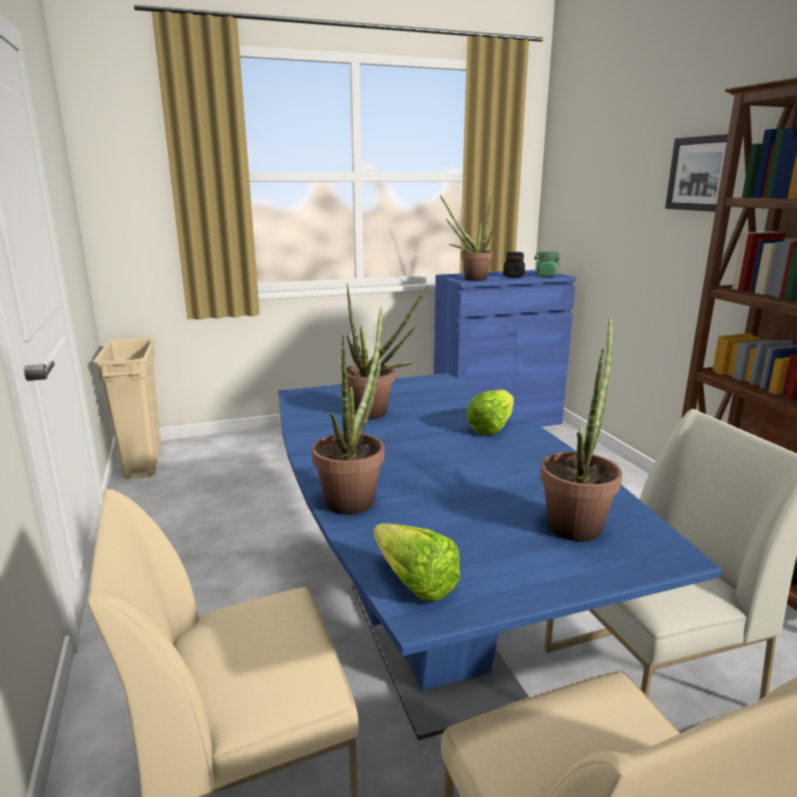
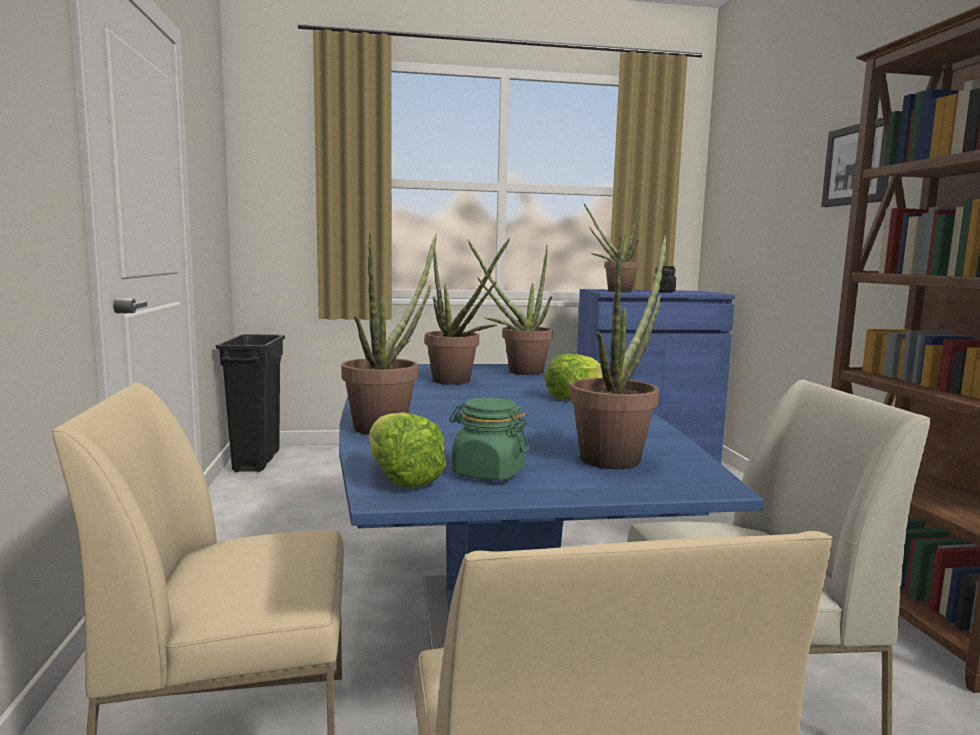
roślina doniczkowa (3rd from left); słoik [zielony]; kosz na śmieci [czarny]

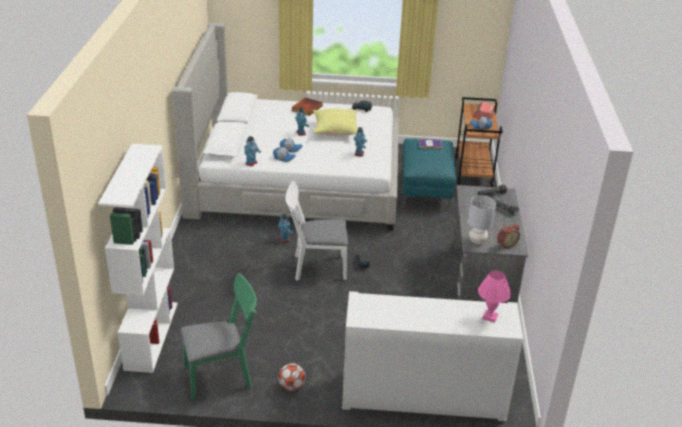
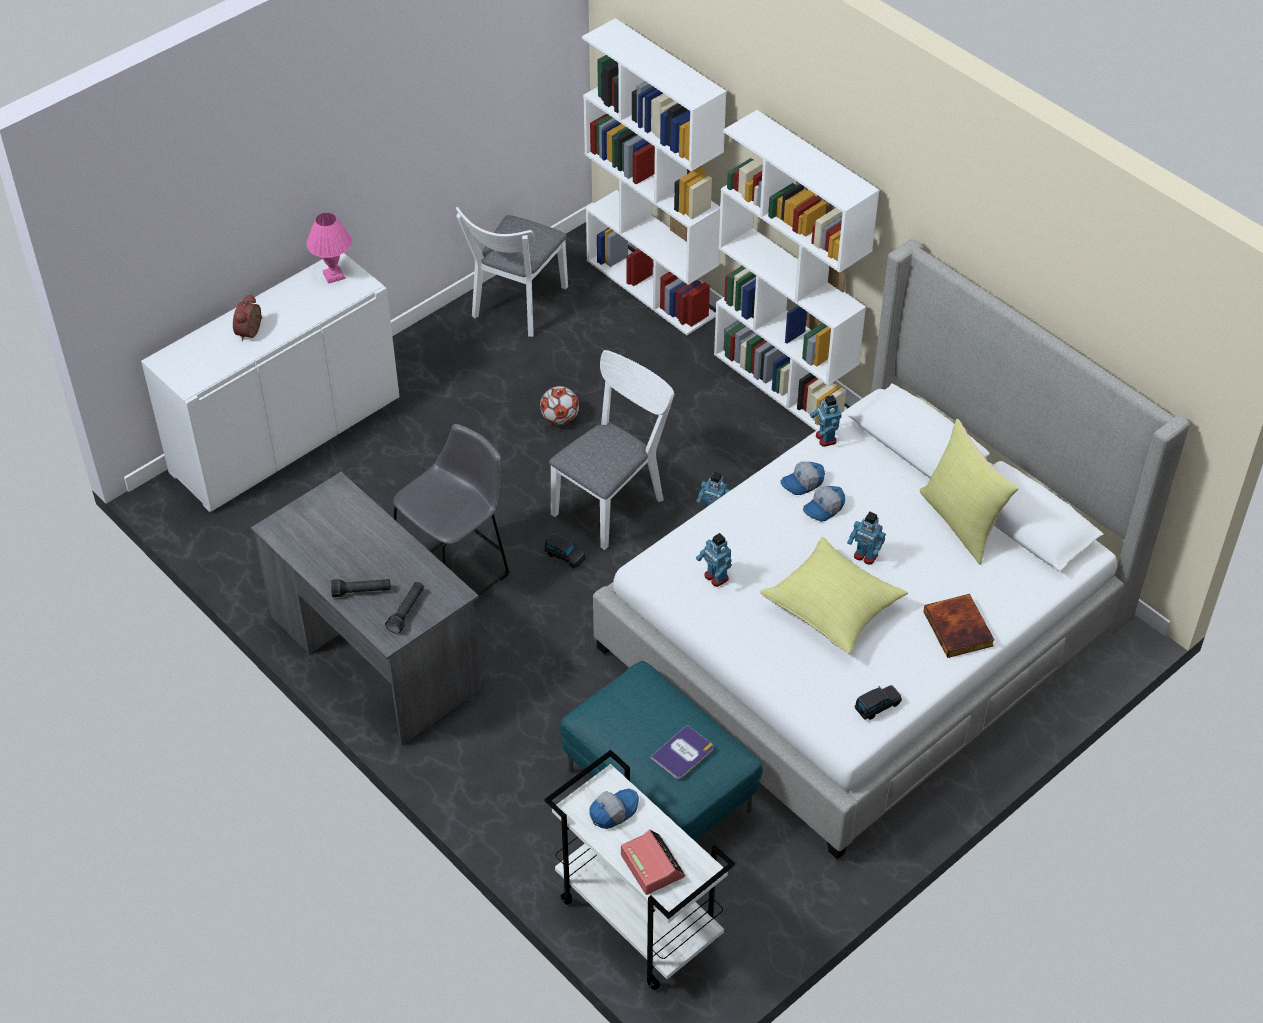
lampa stołowa [szary]; stołek [szary]; regał [biały] (2nd from left); poduszka [żółty] (2nd from left); piłka futbolowa; lampa stołowa [różowy]; budzik (1st from left); krzesło [biały] (1st from left); wózek [biały]

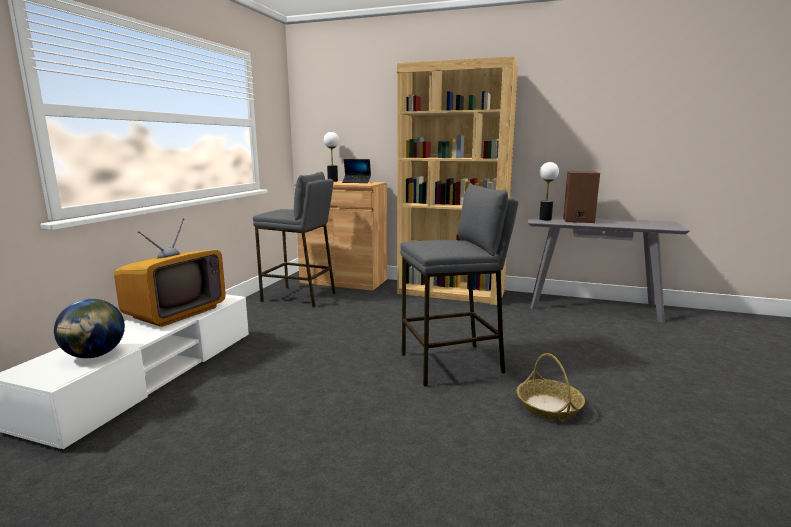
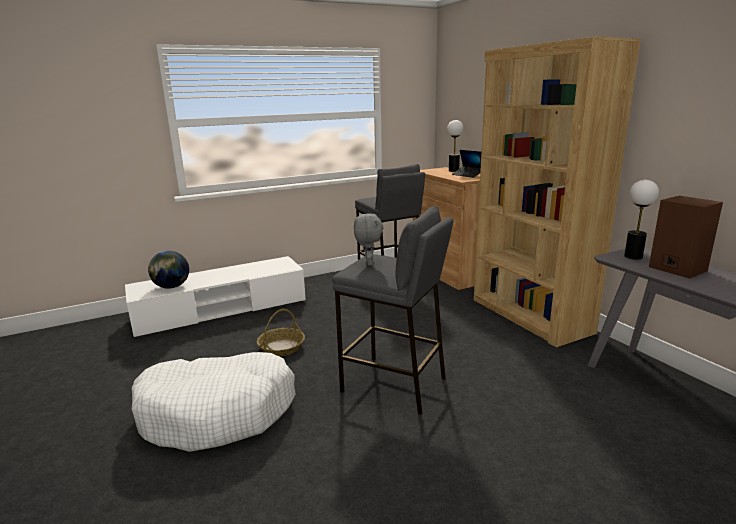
telewizor; legowisko [biały]; pluszak [szary]; koszyk

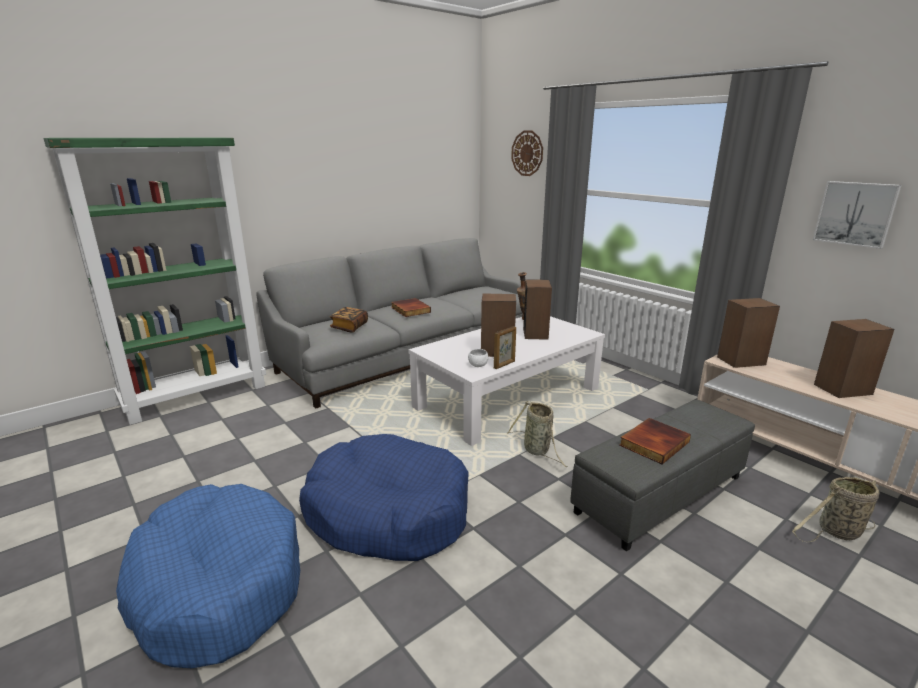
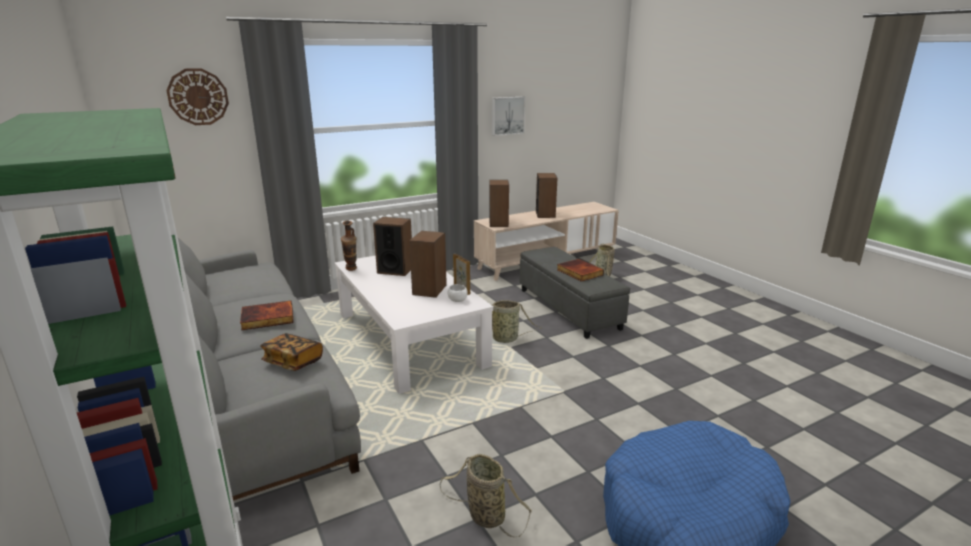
legowisko [niebieski] (2nd from left in the first image); koszyk (1st from left)

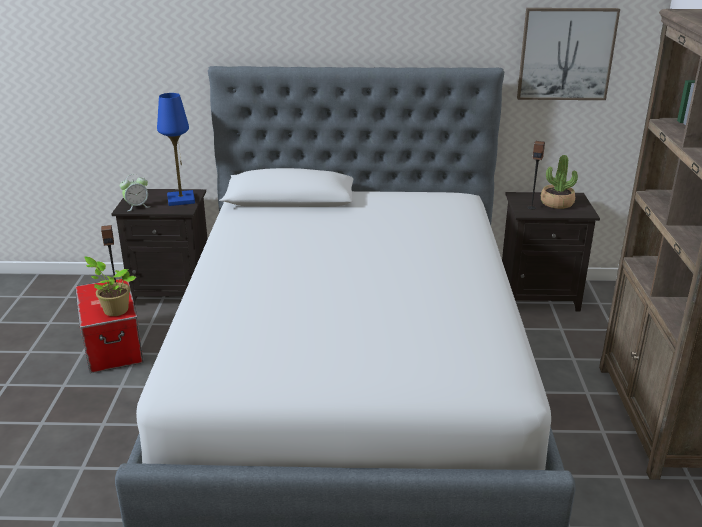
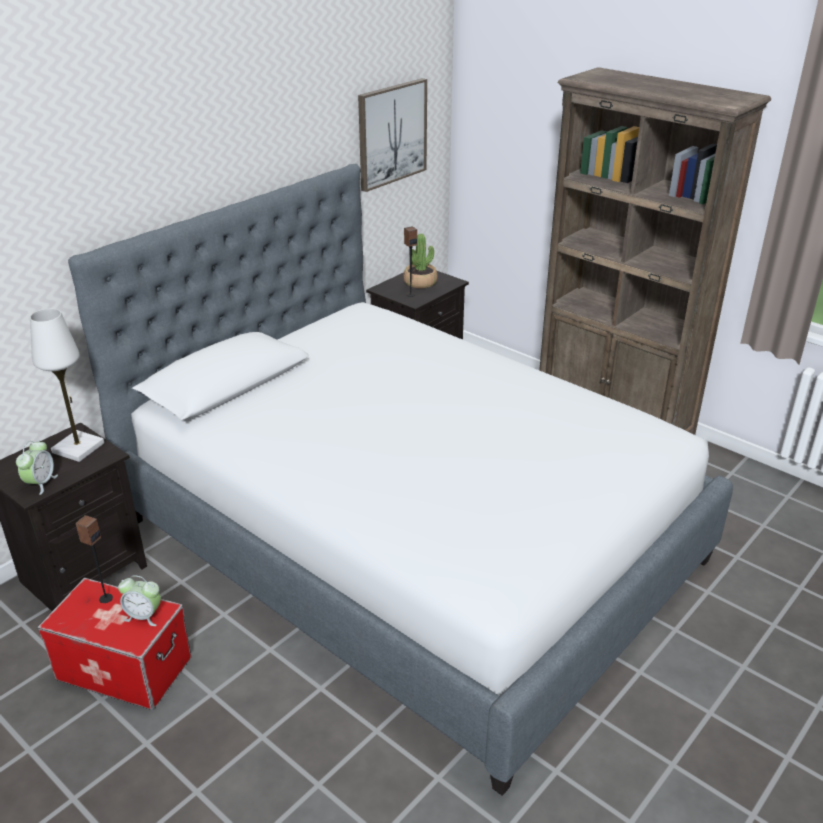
budzik (2nd from left); lampa stołowa [biały]

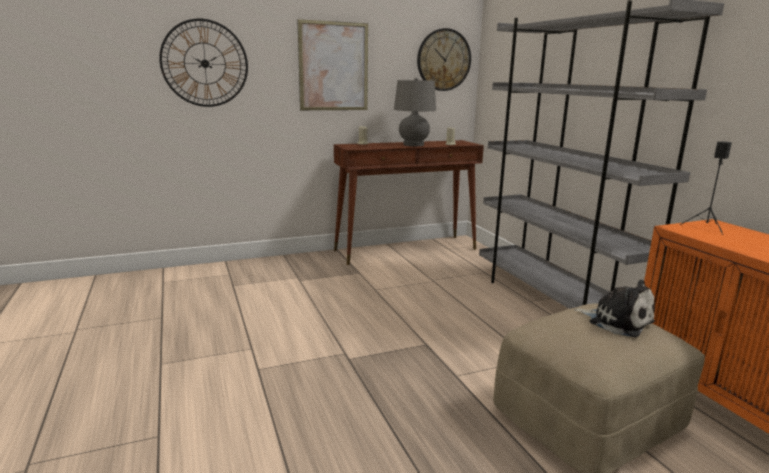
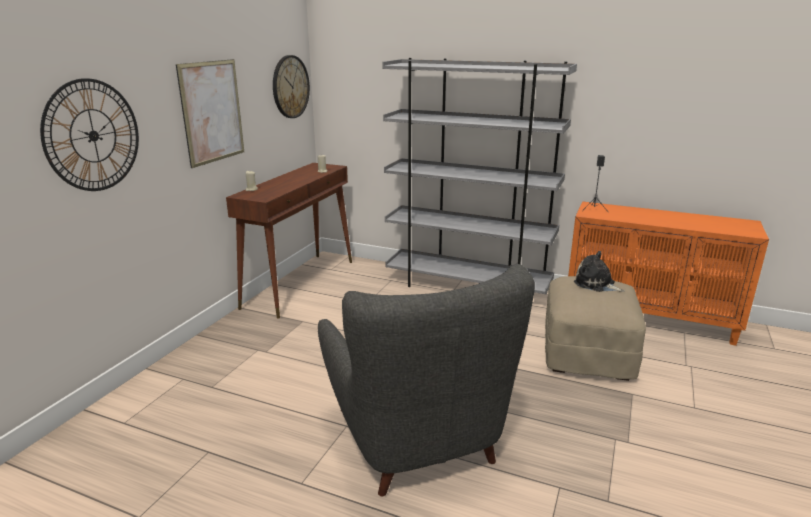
lampa stołowa [szary]; fotel [szary]; pluszak

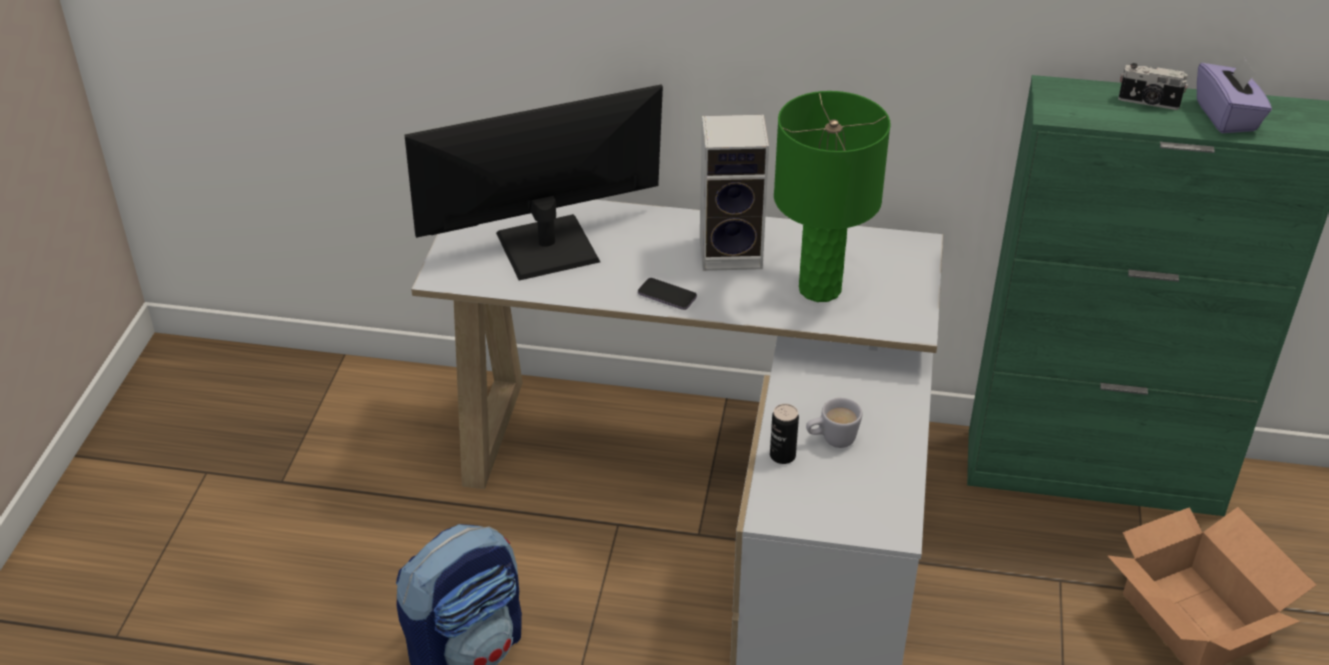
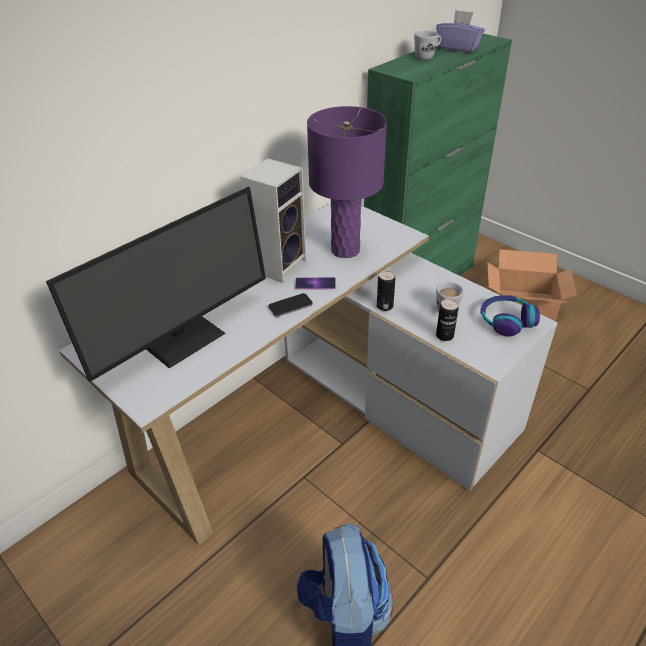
telefon (2nd from left); puszka (1st from left); słuchawki; kubek [biały] (1st from left); lampa stołowa [fioletowy]; monitor

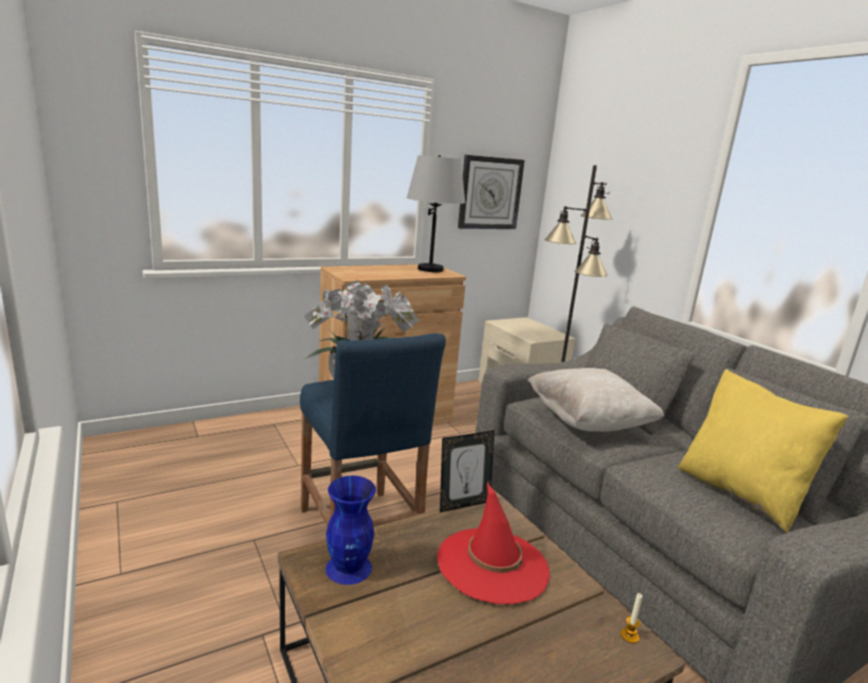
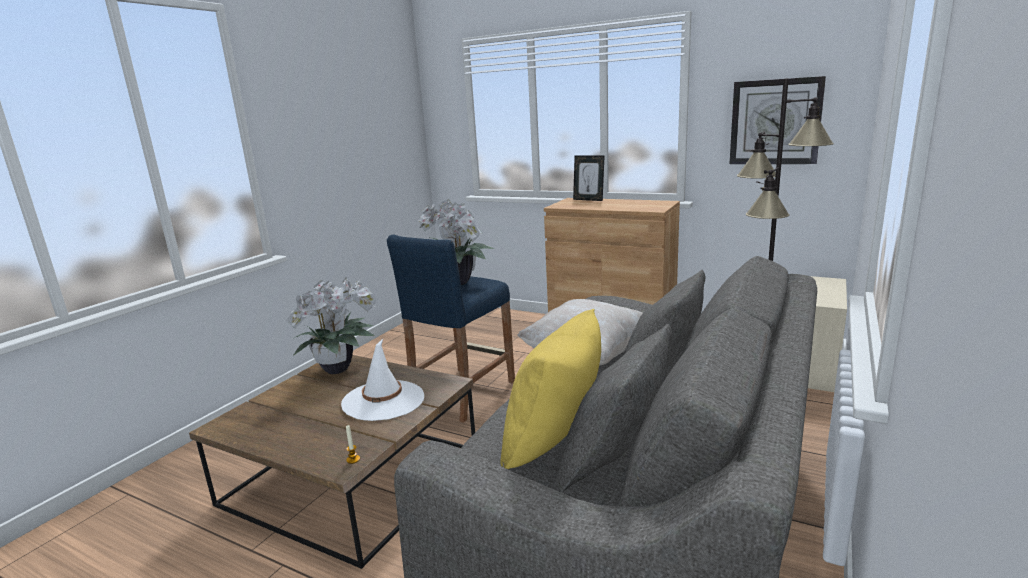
lampa stołowa [szary]; ramka na zdjęcie; roślina doniczkowa (1st from left); kapelusz [biały]

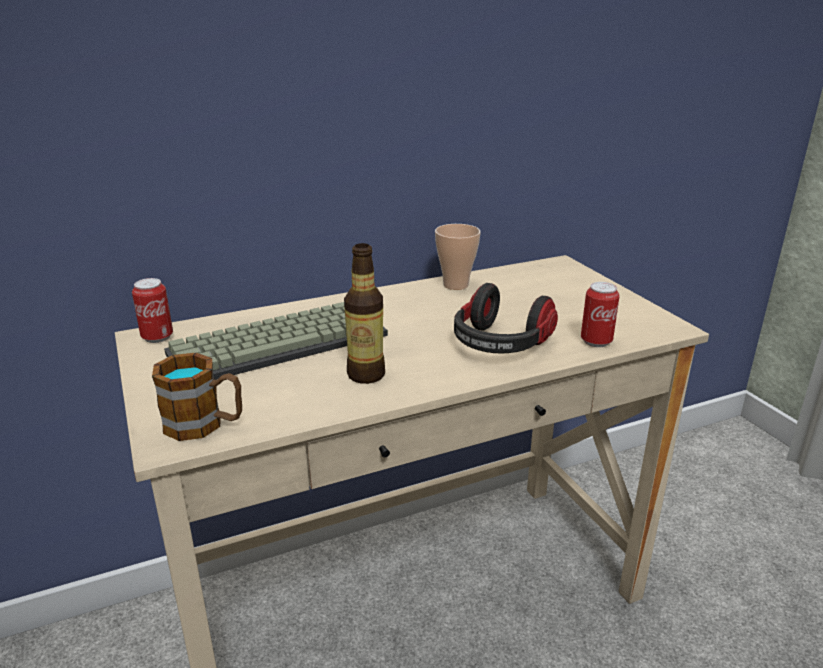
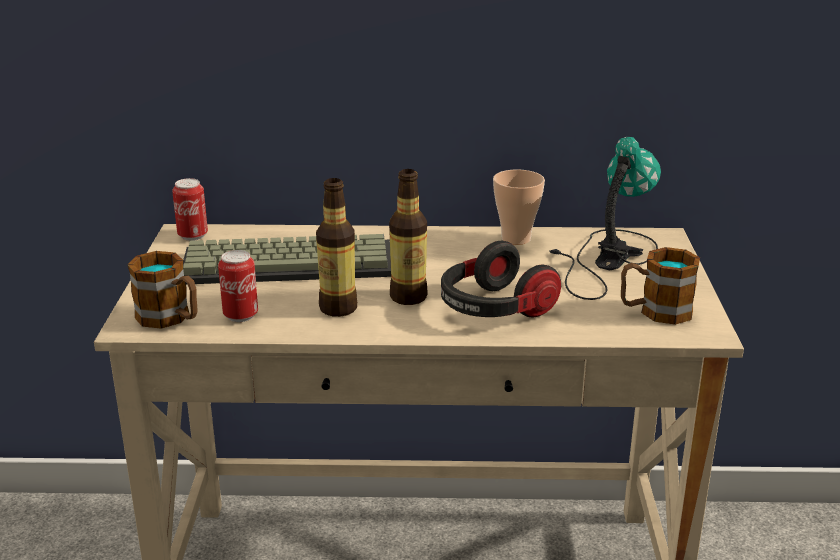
butelka (2nd from left); lampa stołowa; kubek (2nd from left); puszka (2nd from left)

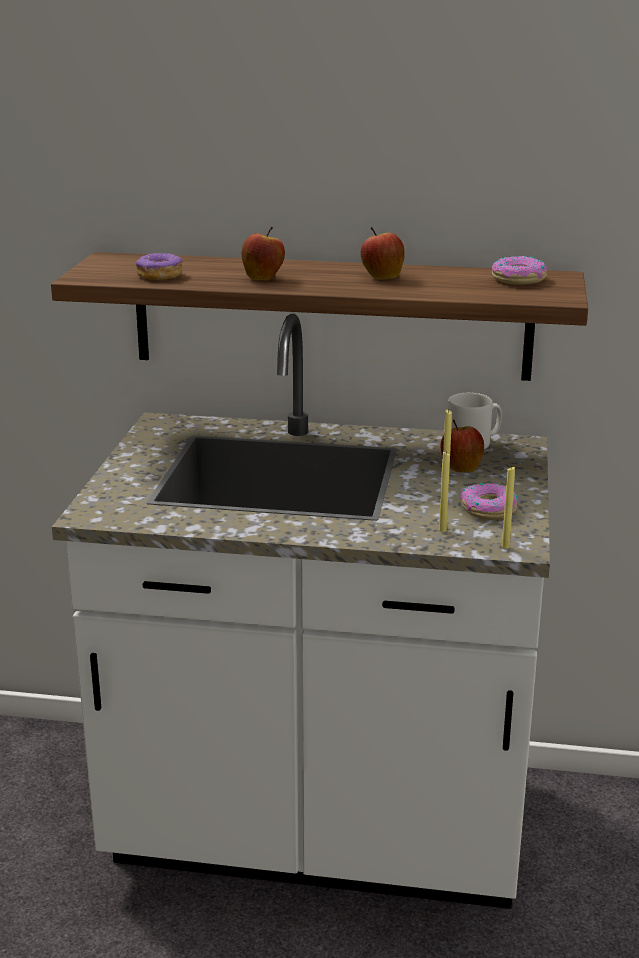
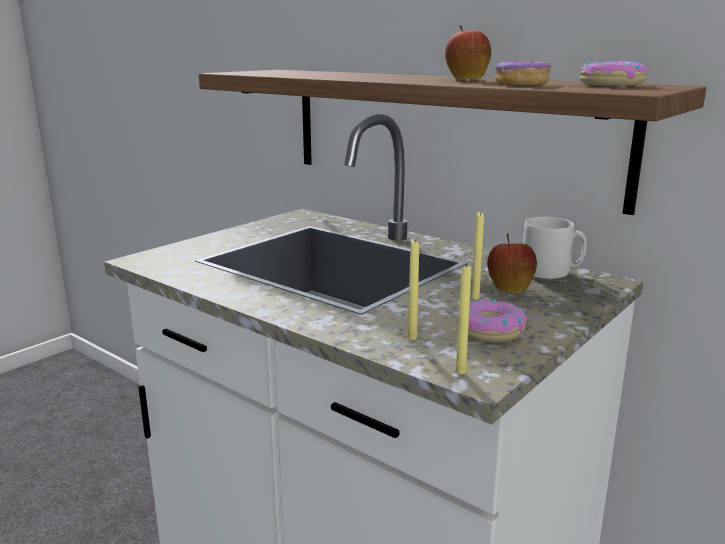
jabłko (1st from left in the first image); donut (2nd from left)

